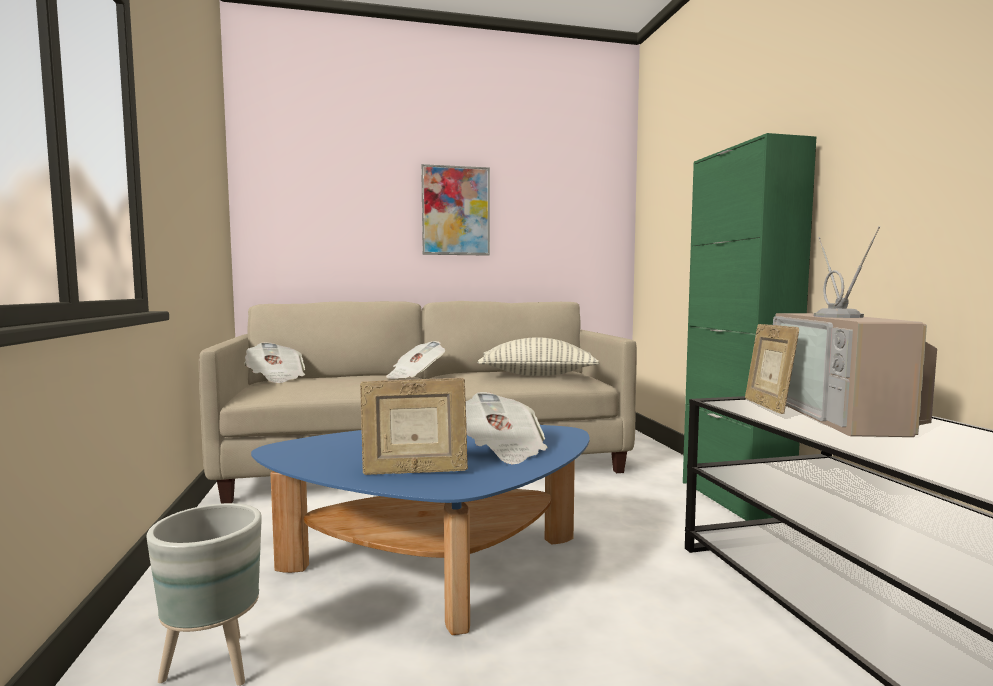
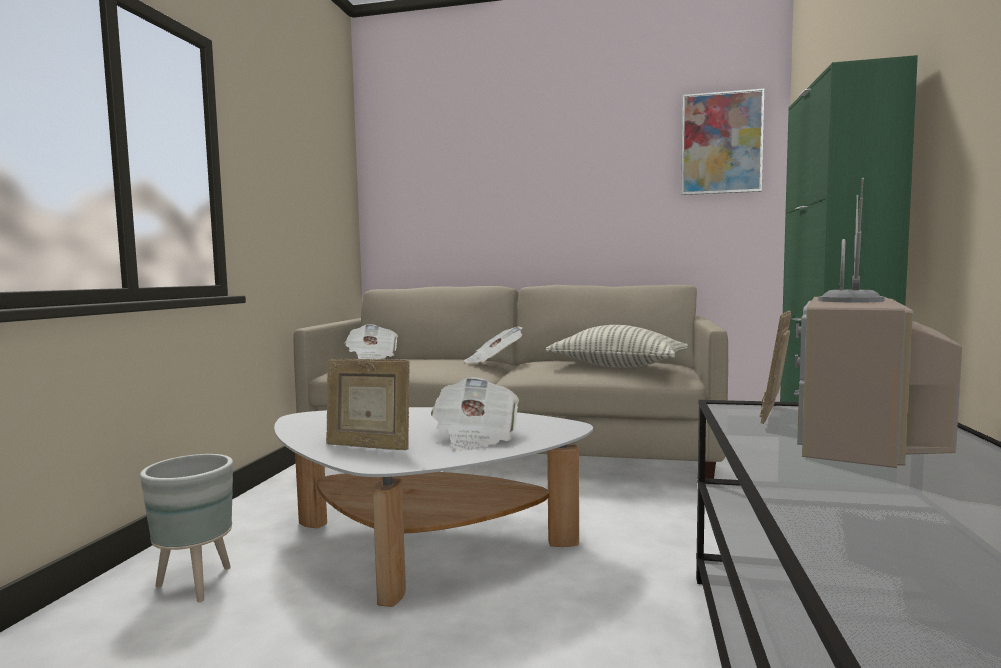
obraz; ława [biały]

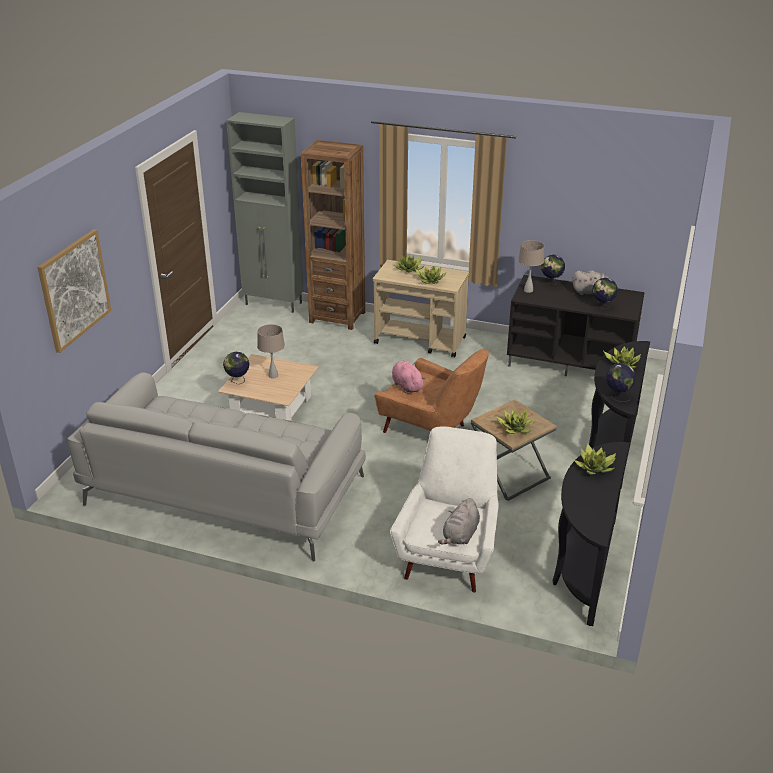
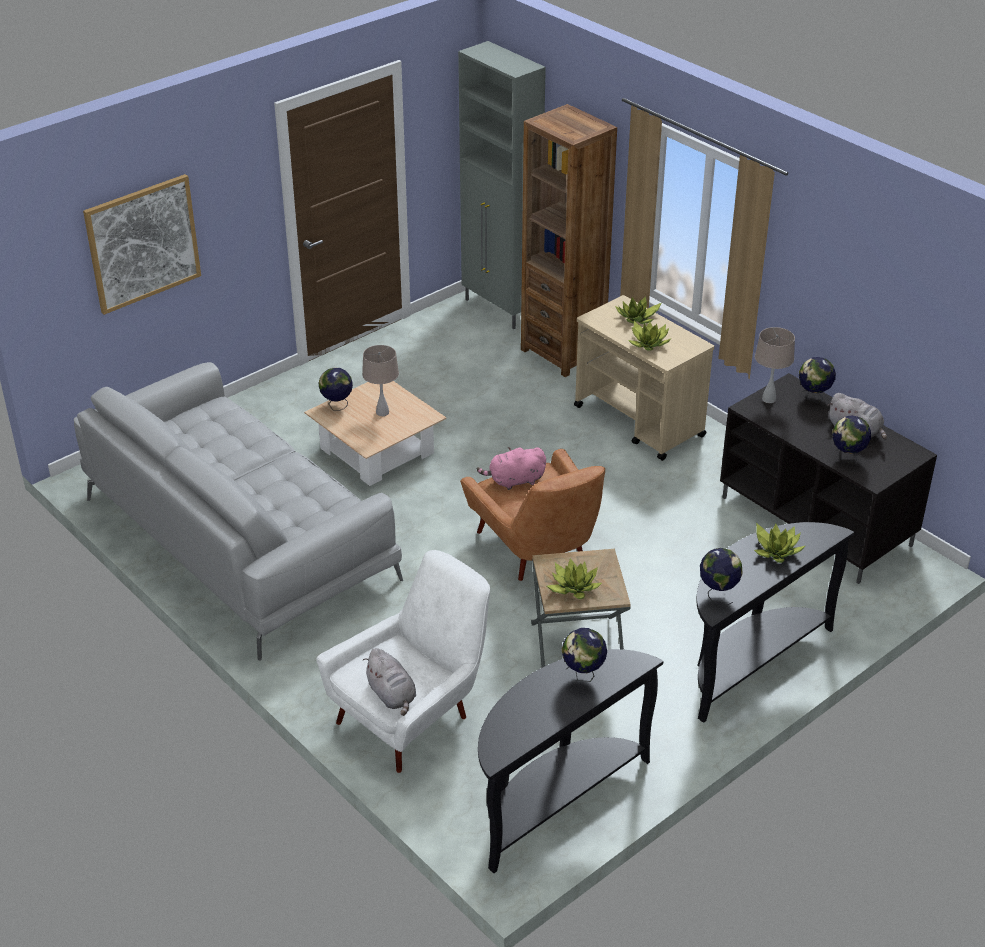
globus (2nd from left); pluszak [różowy]; pluszak [szary] (1st from left)

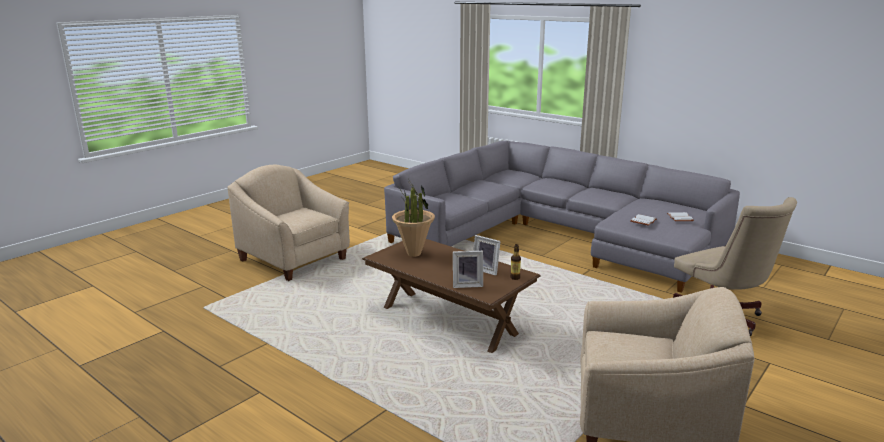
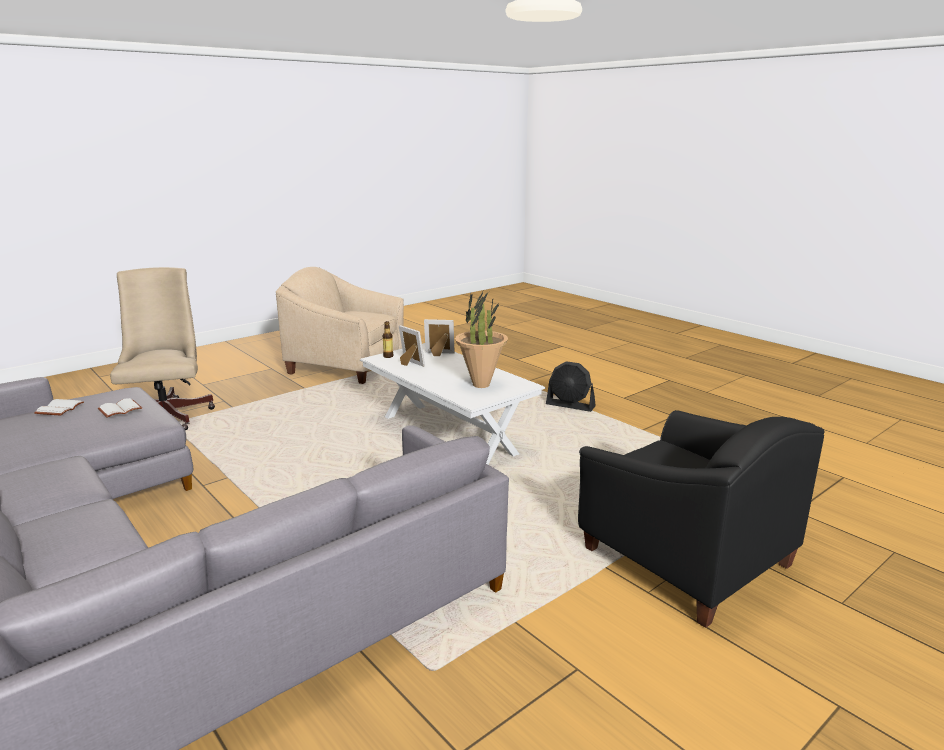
wentylator [czarny]; fotel [czarny]; ława [biały]

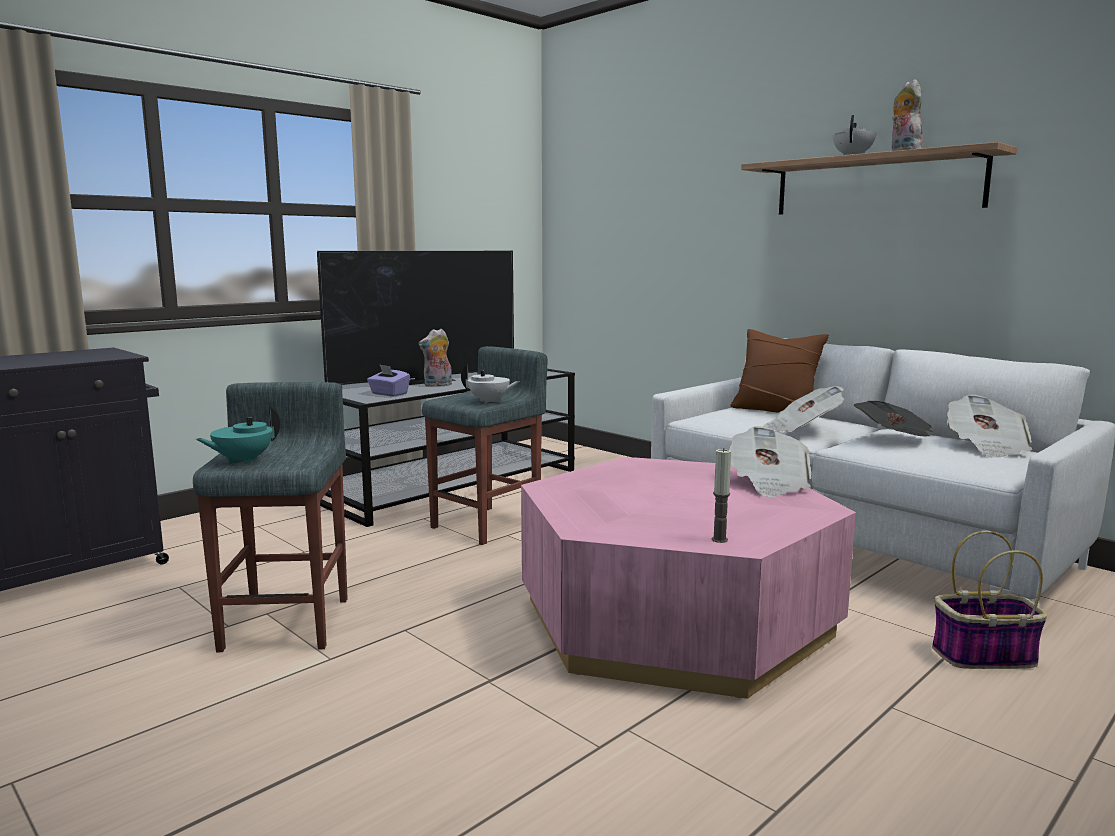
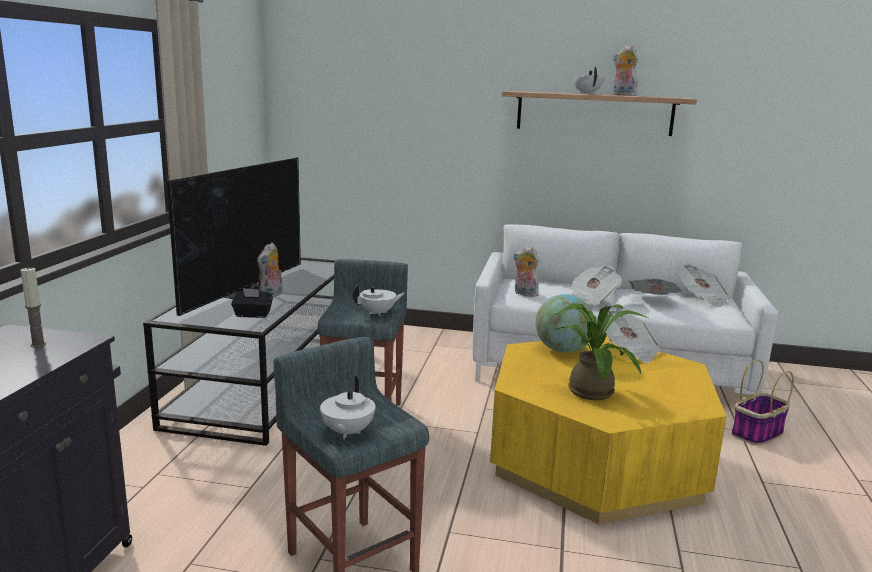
poduszka [brązowy]; pluszak (2nd from left); globus; roślina doniczkowa; świeca; imbryk [biały] (1st from left); pudełko chusteczek [czarny]; ława [żółty]

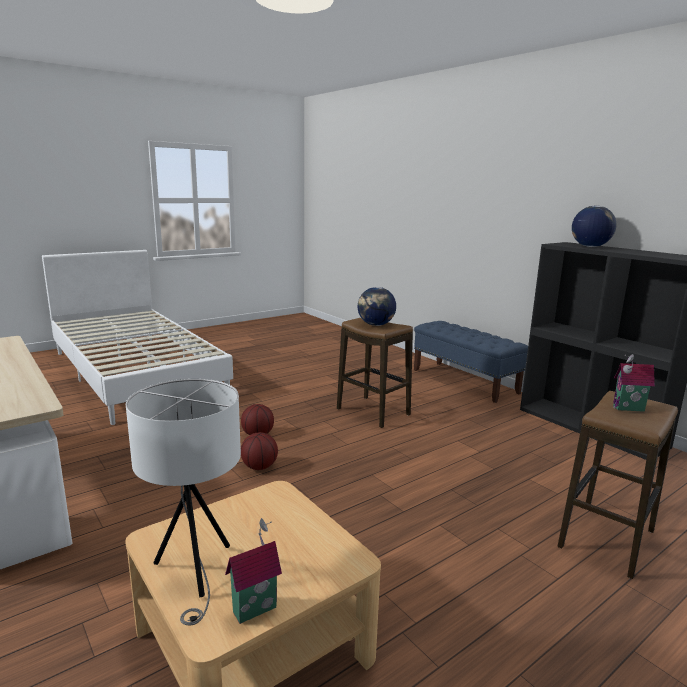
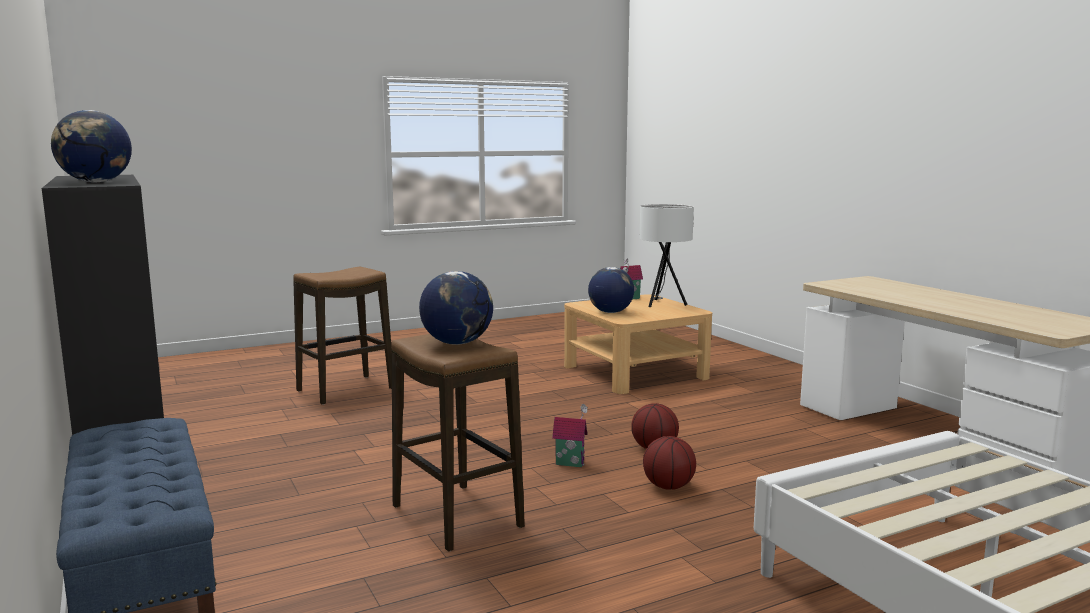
globus (3rd from left); domek (1st from left)

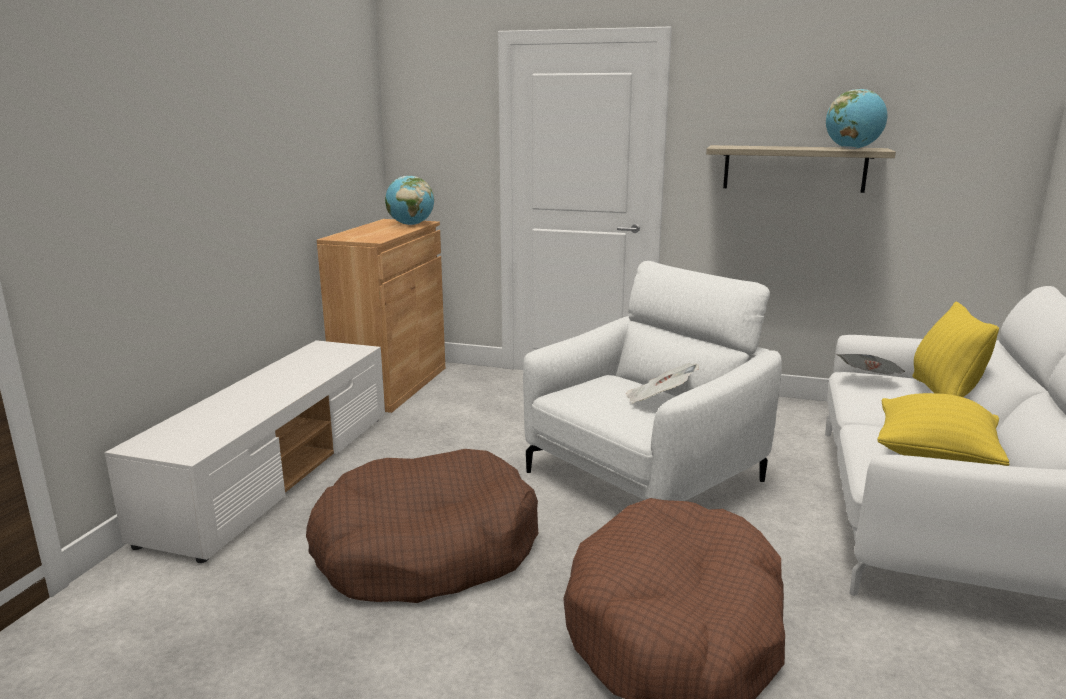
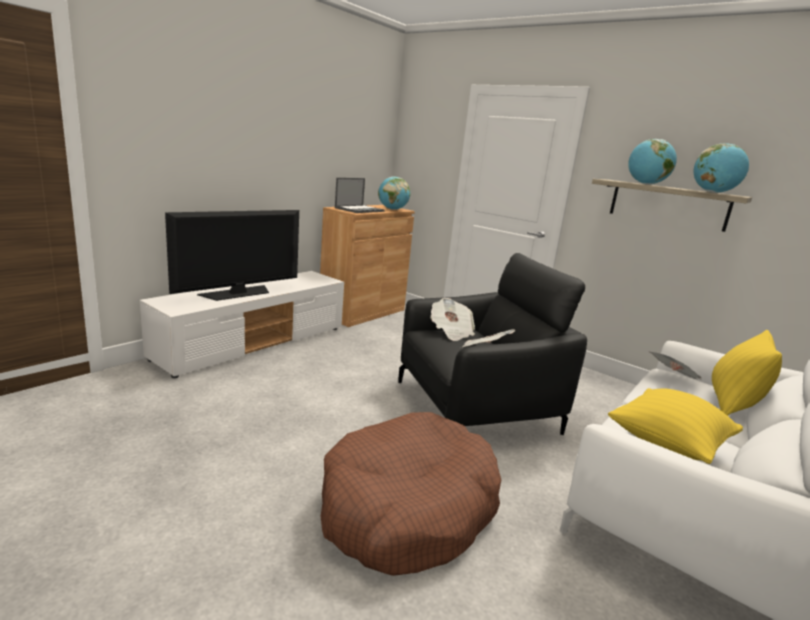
legowisko [brązowy] (1st from left in the first image); telewizor; laptop; gazeta (1st from left); globus (2nd from left); fotel [czarny]

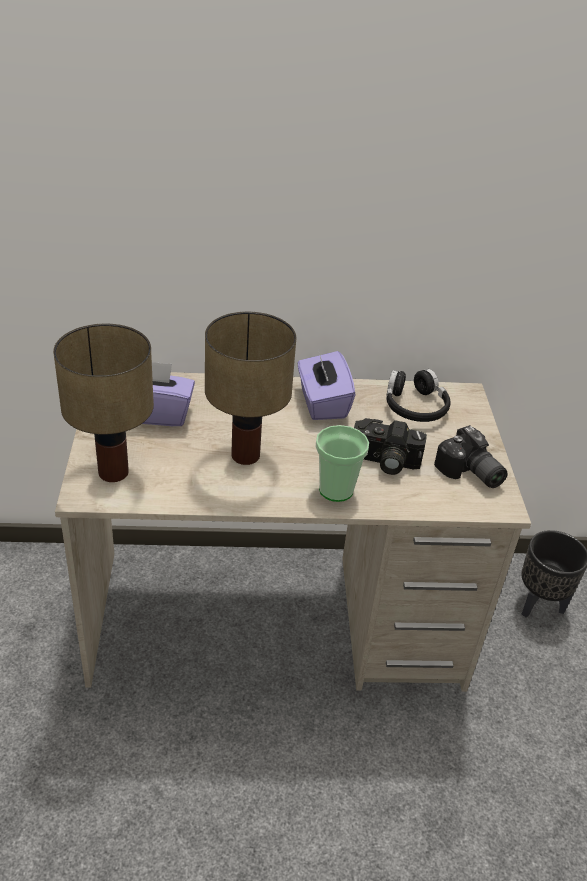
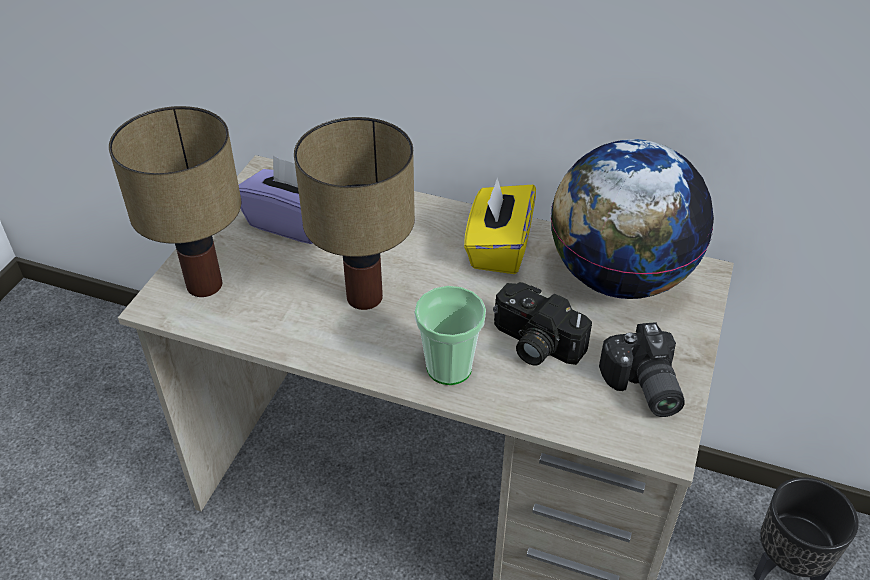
globus; pudełko chusteczek [żółty]

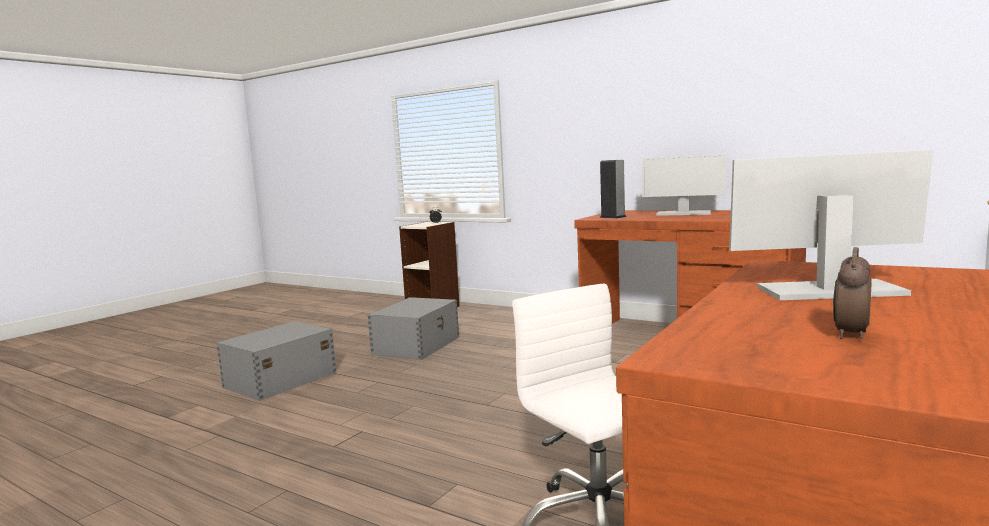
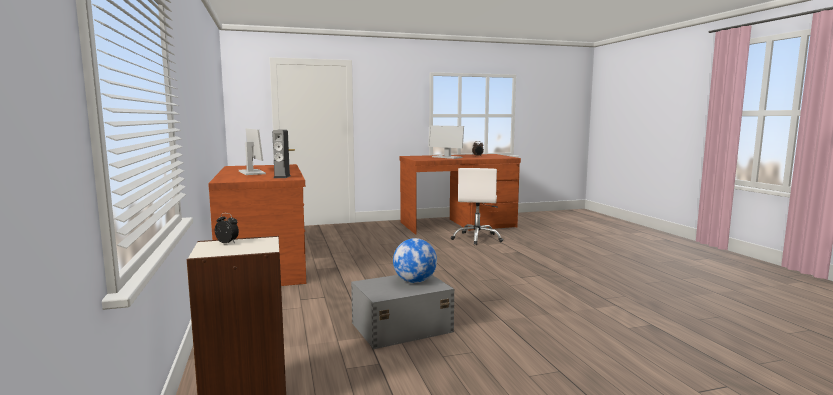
pojemnik do przechowywania [szary] (1st from left in the first image); globus

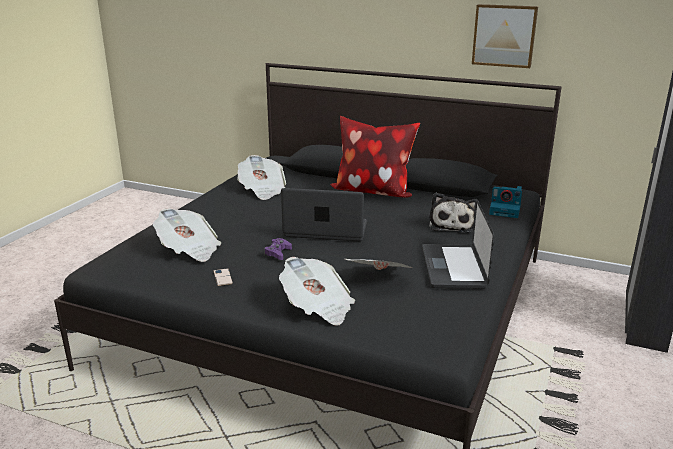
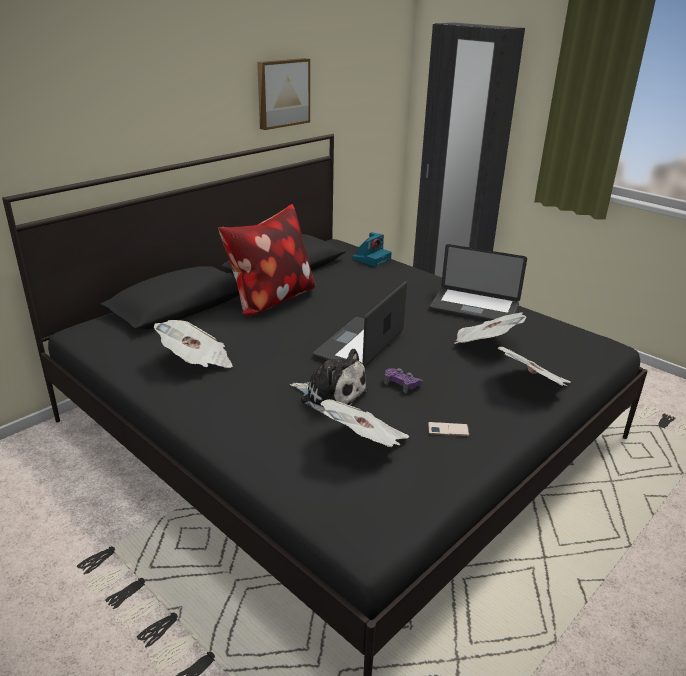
pluszak

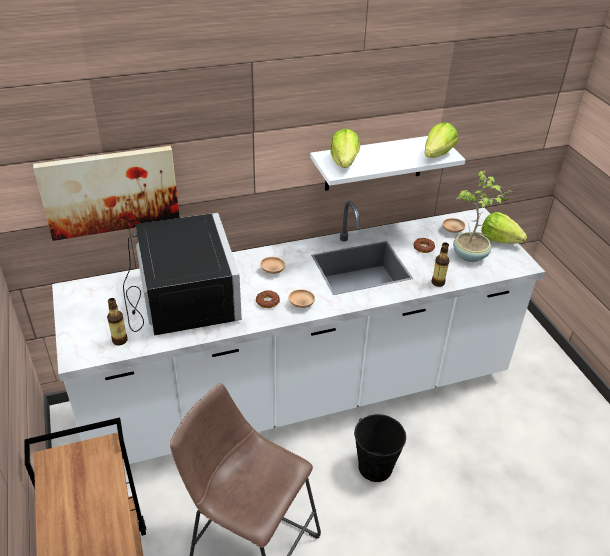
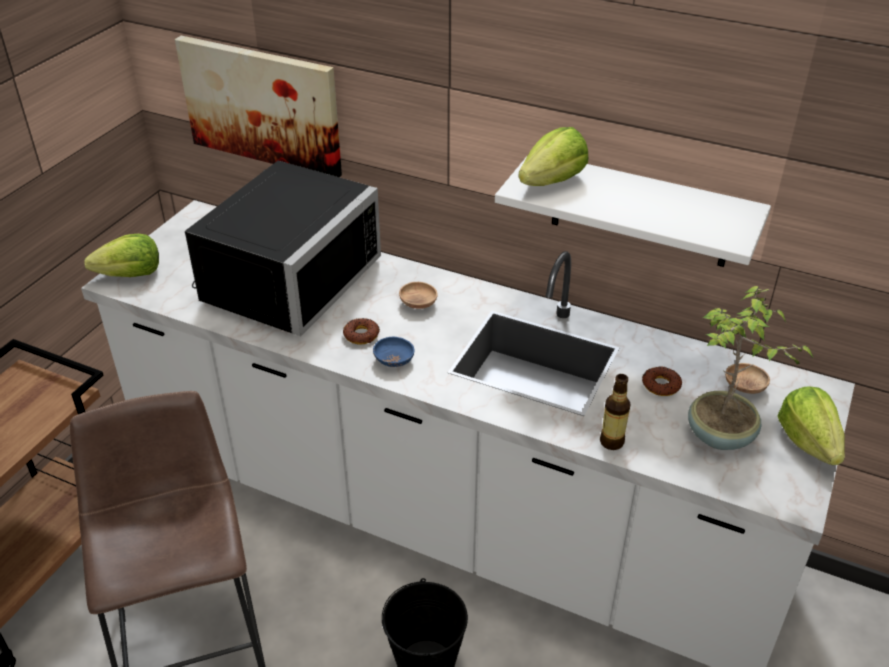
butelka (1st from left in the first image); sałata (1st from left); miska [niebieski]

